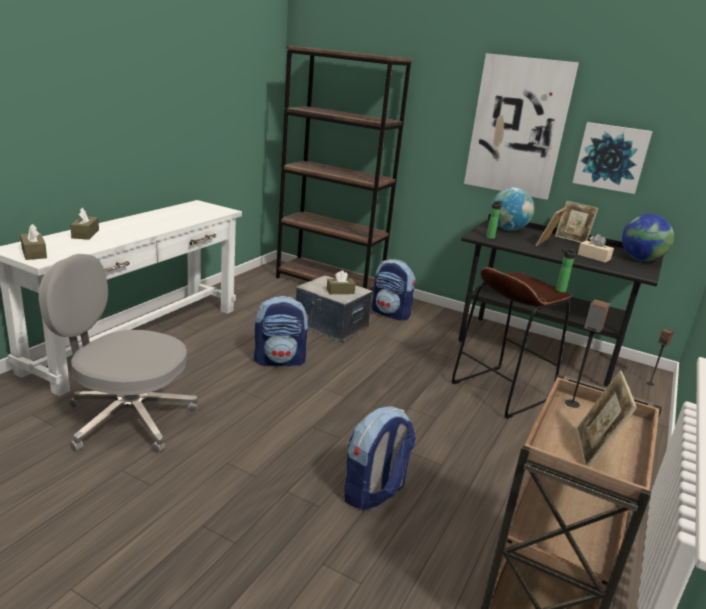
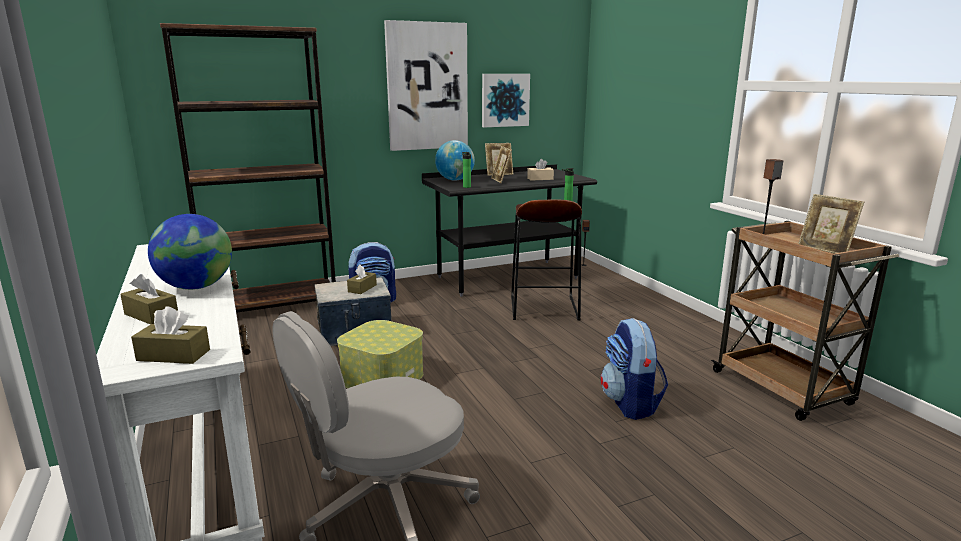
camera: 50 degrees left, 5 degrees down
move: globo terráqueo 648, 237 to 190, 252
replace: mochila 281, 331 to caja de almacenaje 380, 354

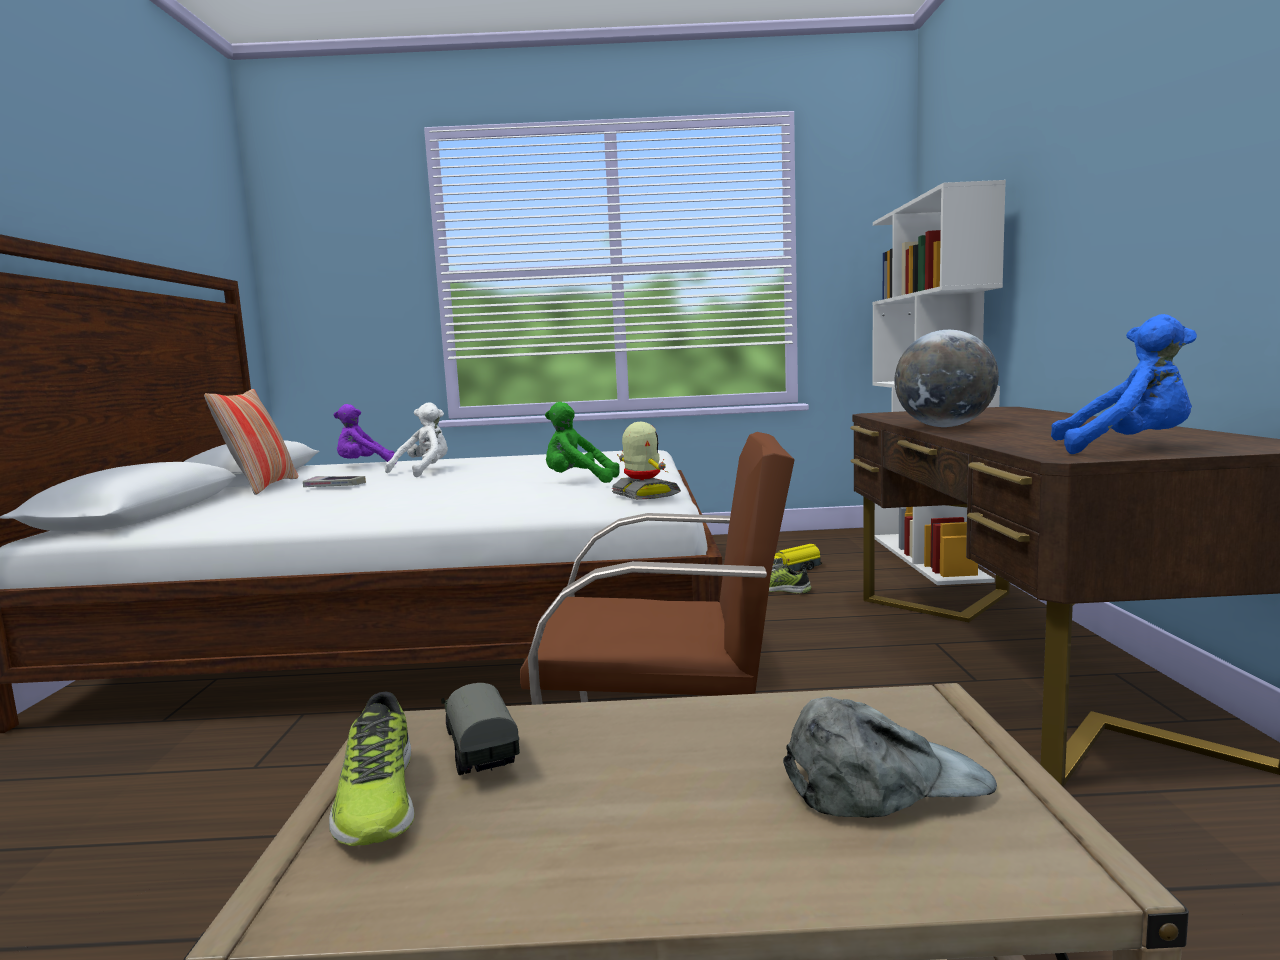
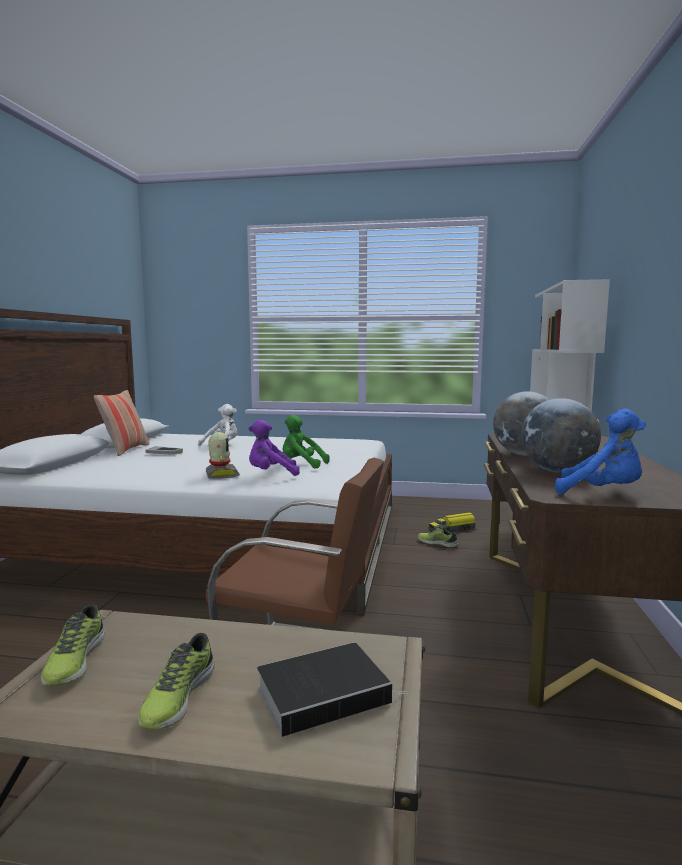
camera: 10 degrees right, 0 degrees up
delete: camión de juguete 480, 729
insert: zapato 176, 681; globo terráqueo 561, 435
move: peluche [morado] 365, 434 to 274, 448; robot de juguete 646, 461 to 223, 455
replace: gorra [gris] 890, 757 to libro 332, 690

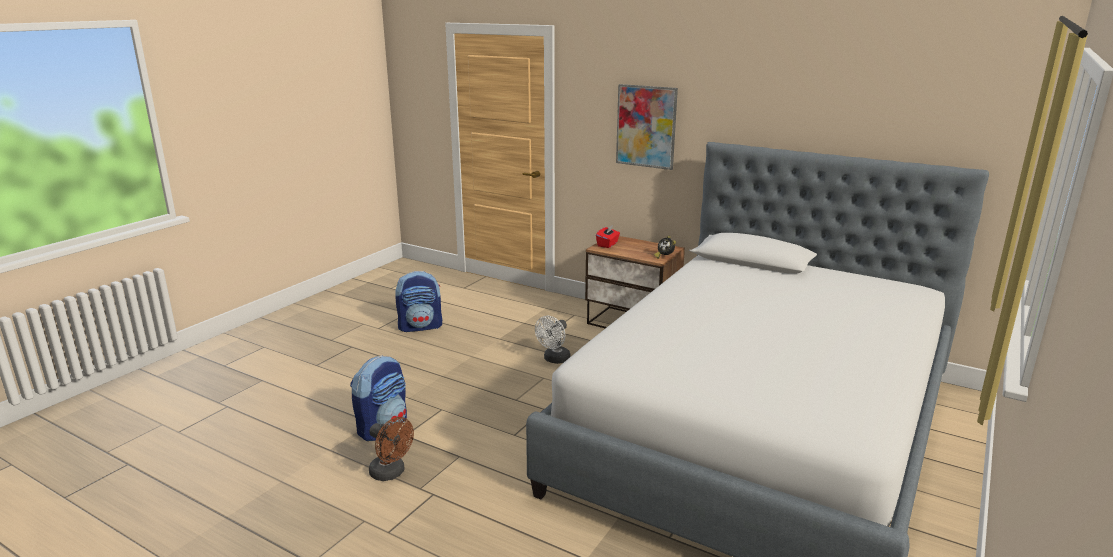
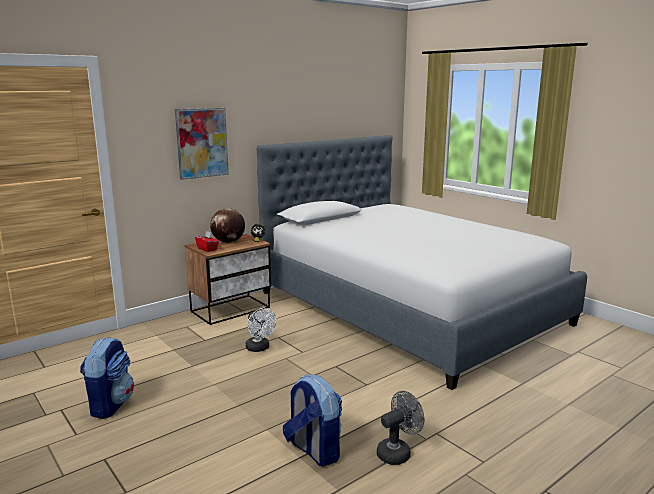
camera: 70 degrees left, 5 degrees down
insert: globo terráqueo 227, 225
recolor: ventilador [marrón] 391, 449 to ventilador [gris] 400, 428

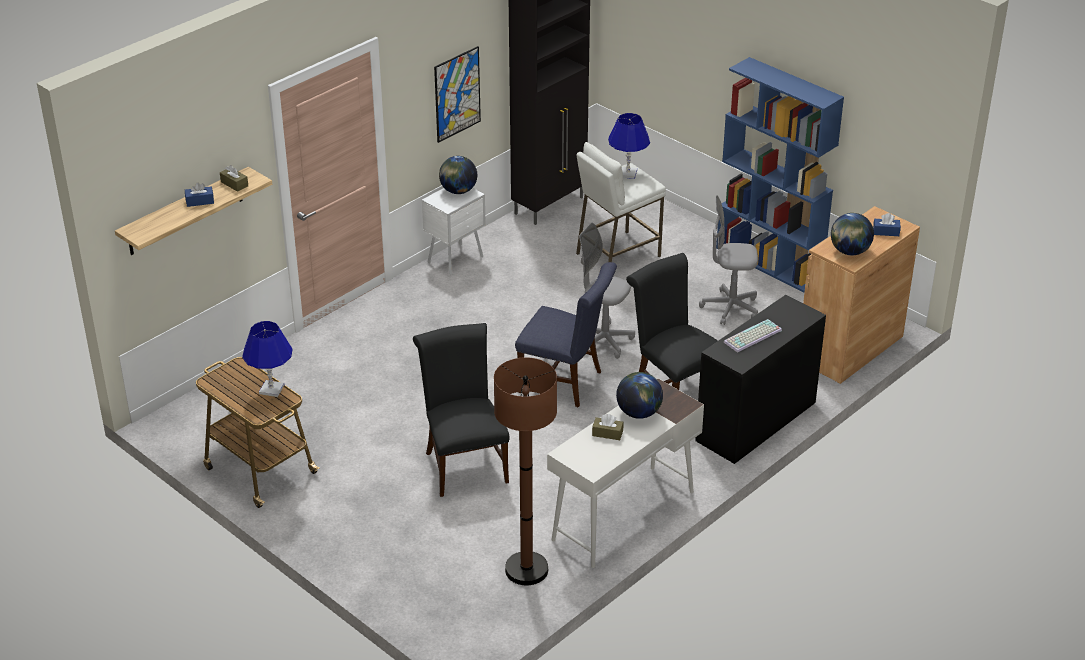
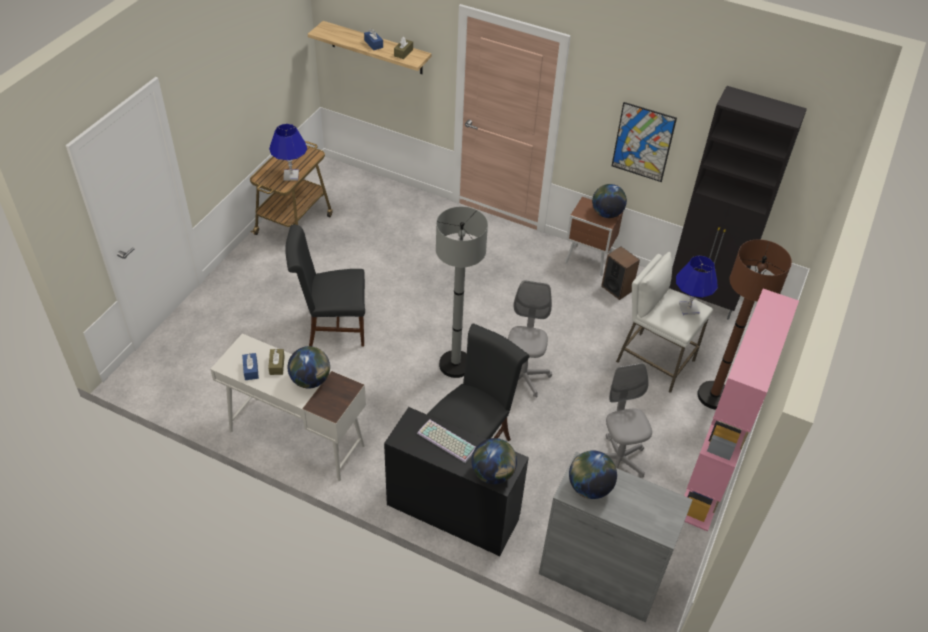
camera: 70 degrees right, 10 degrees up
insert: globo terráqueo 494, 461; altavoz 620, 273
move: lámpara de pie [marrón] 525, 471 to 744, 324; caja de pañuelos [azul] 887, 224 to 250, 366
replace: silla [azul] 566, 334 to lámpara de pie [gris] 462, 292
recolor: mesita de noche [blanco] 454, 231 to mesita de noche [marrón] 594, 236; estantería [azul] 780, 175 to estantería [rosa] 741, 410; armario [marrón] 861, 295 to armario [gris] 616, 537
rotate: silla [negro] 461, 410 = 325, 285 150 degrees counterclockwise

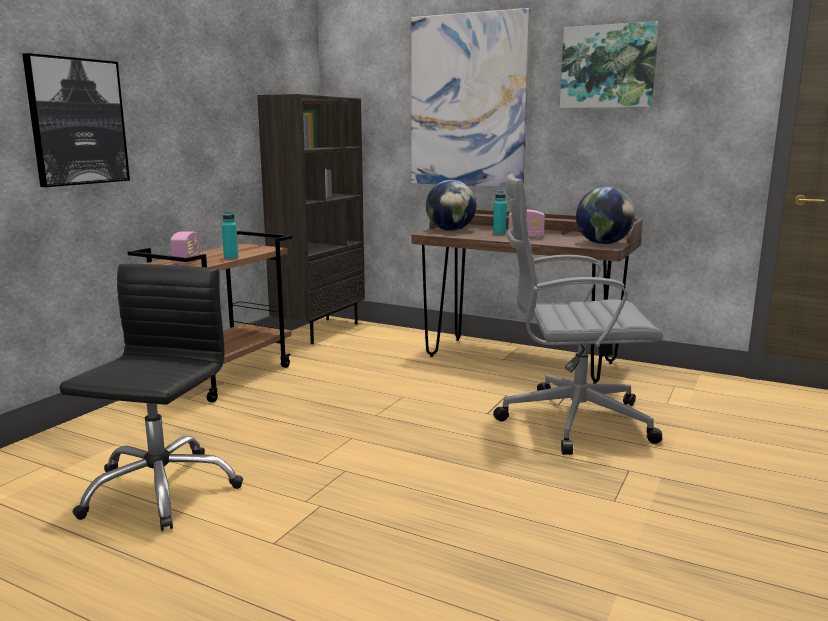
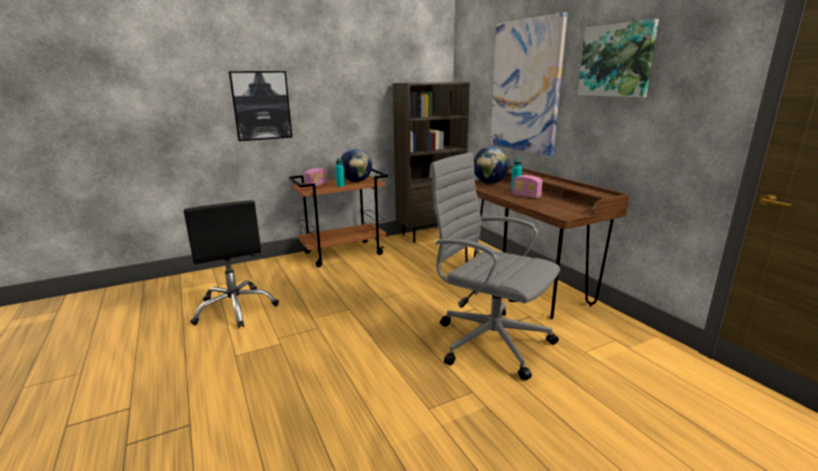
camera: 35 degrees right, 5 degrees up
move: globo terráqueo 605, 215 to 356, 165
rotate: silla de oficina [negro] 151, 397 = 231, 264 105 degrees clockwise

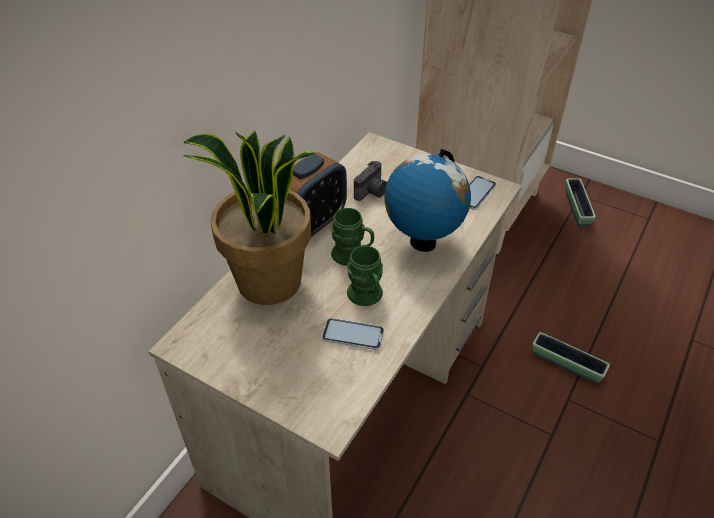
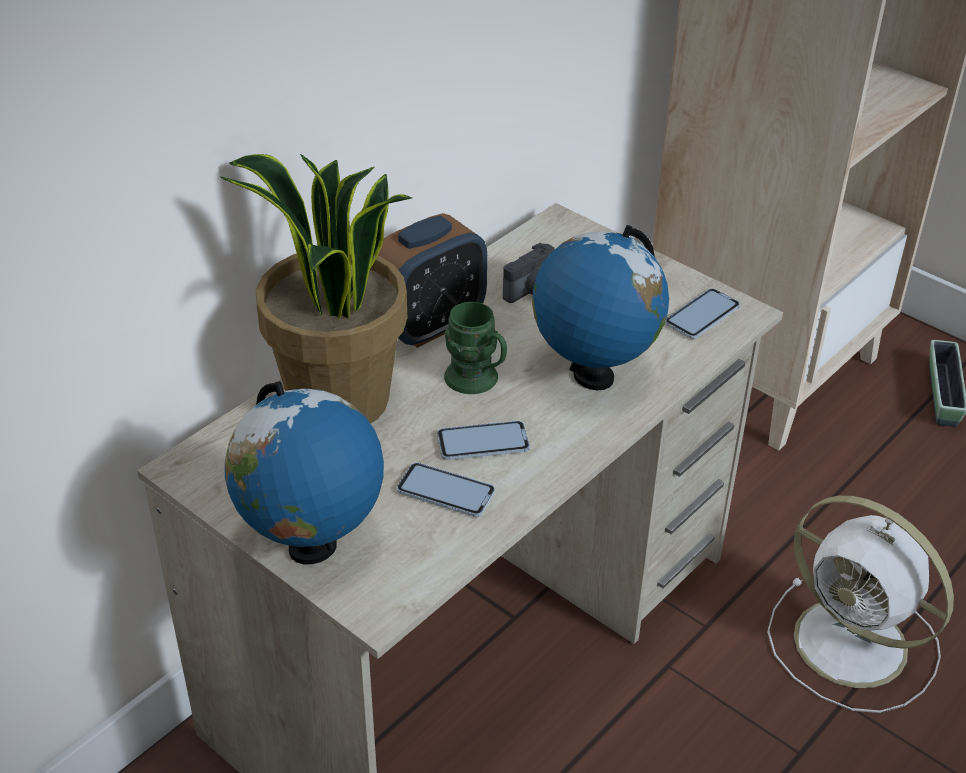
camera: 10 degrees right, 5 degrees down
insert: globo terráqueo 304, 472
replace: taza grande [verde] 365, 276 to móvil 483, 440; maceta 571, 358 to ventilador [blanco] 860, 604

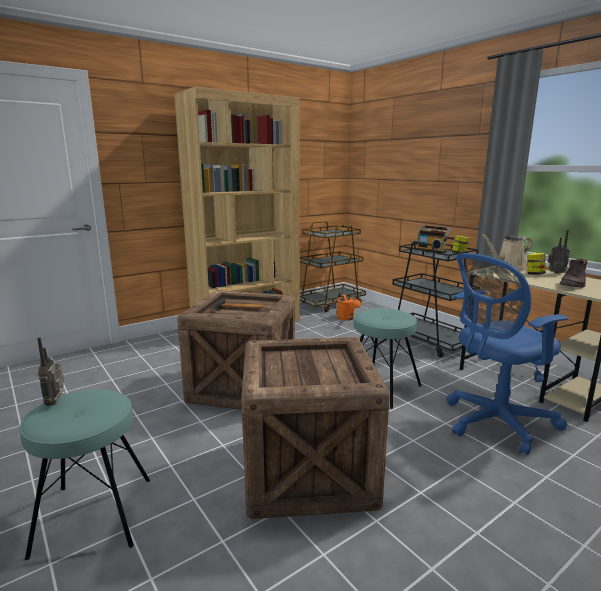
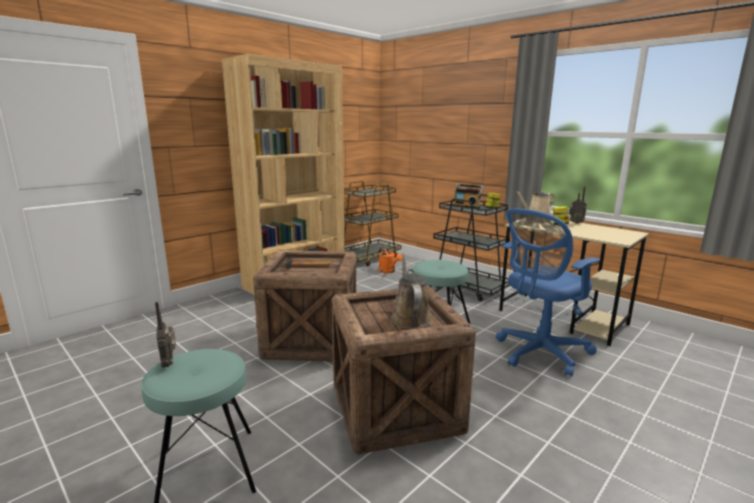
camera: 10 degrees left, 0 degrees up
delete: bota [marrón] 573, 273
insert: regadera [marrón] 410, 291

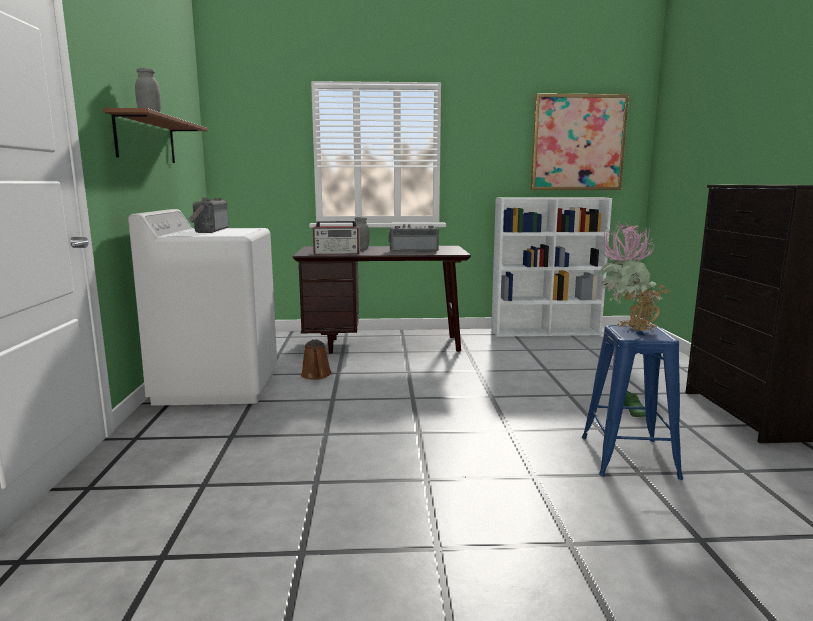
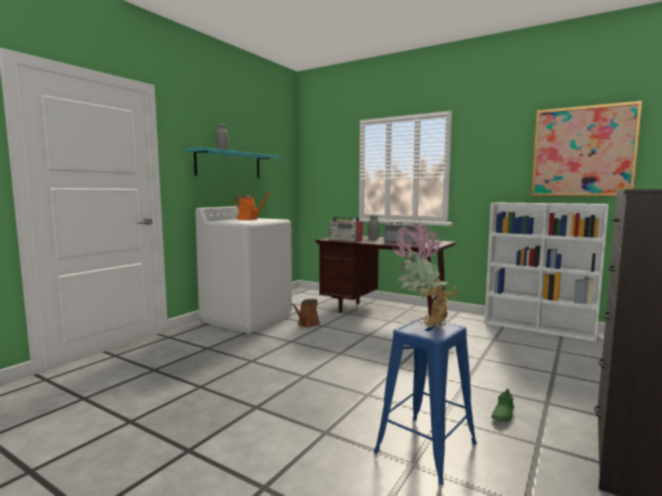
camera: 35 degrees right, 5 degrees down
replace: radio 208, 215 to regadera [naranja] 252, 206
recolor: estante [marrón] 155, 135 to estante [turquesa] 232, 162

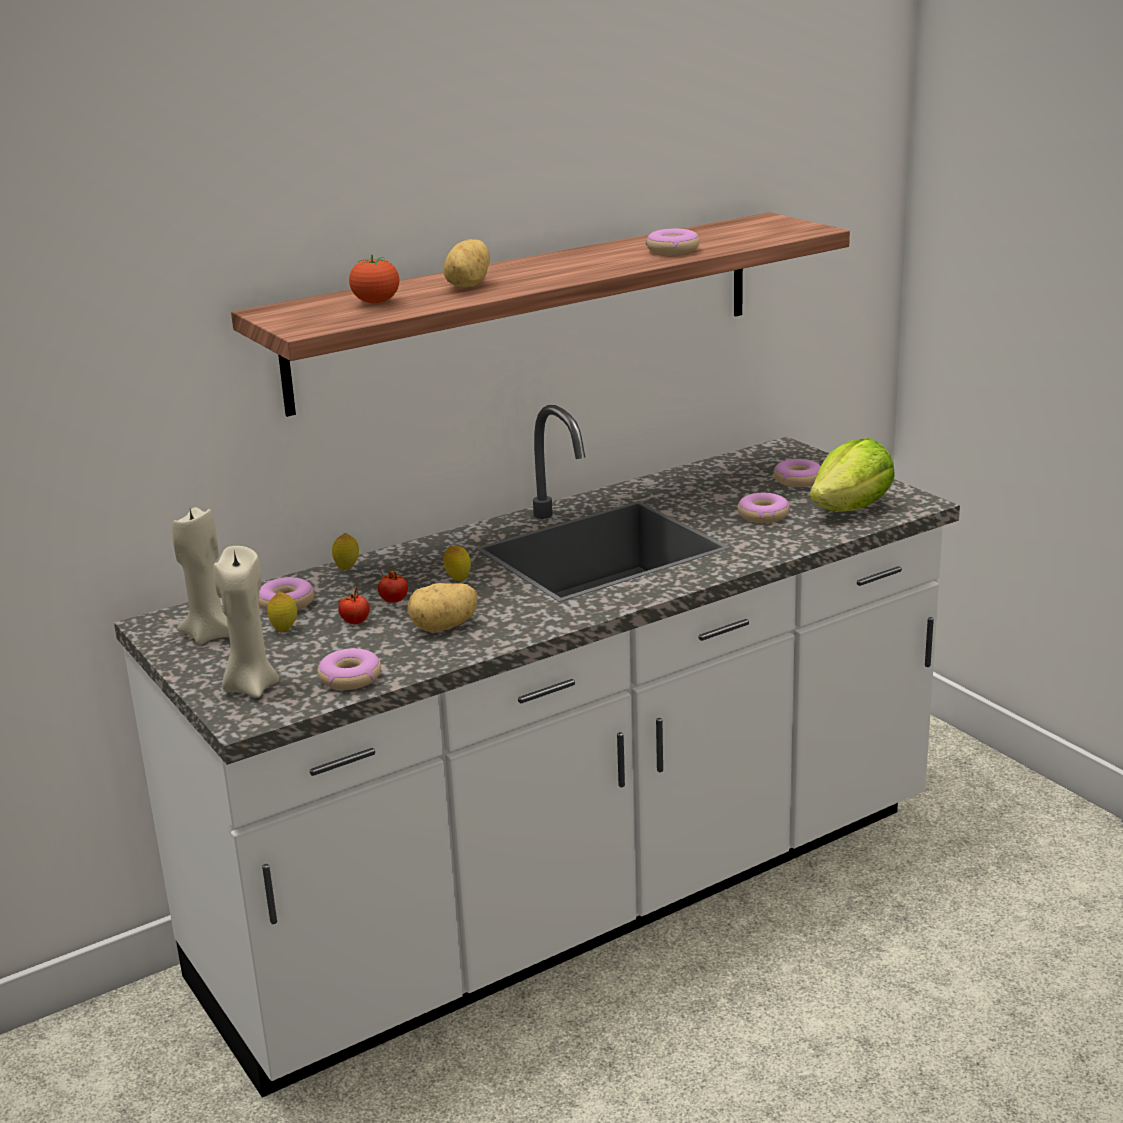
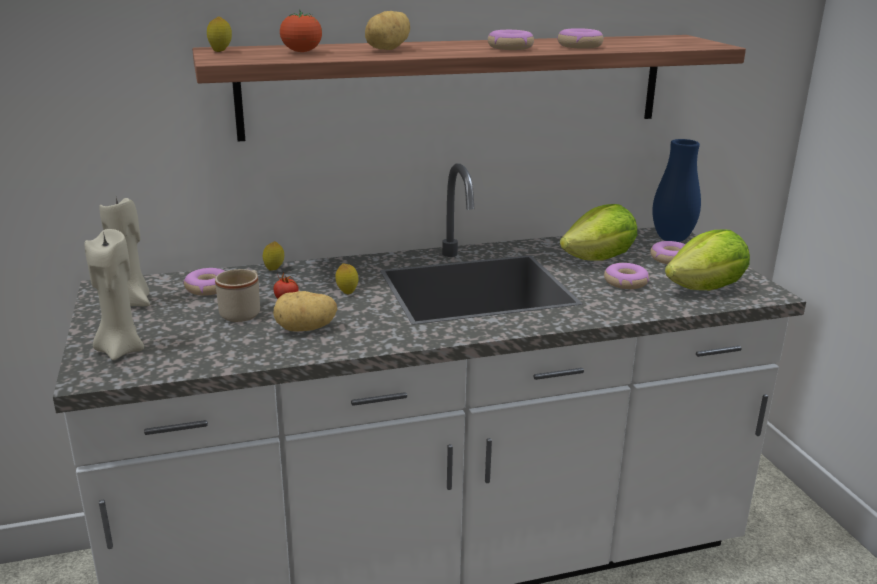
camera: 15 degrees right, 0 degrees up
insert: lechuga 598, 232; florero [azul] 676, 190
move: limón 282, 612 to 219, 34; rosquilla 349, 669 to 511, 40
replace: tomate 354, 605 to taza grande [beis] 237, 295

